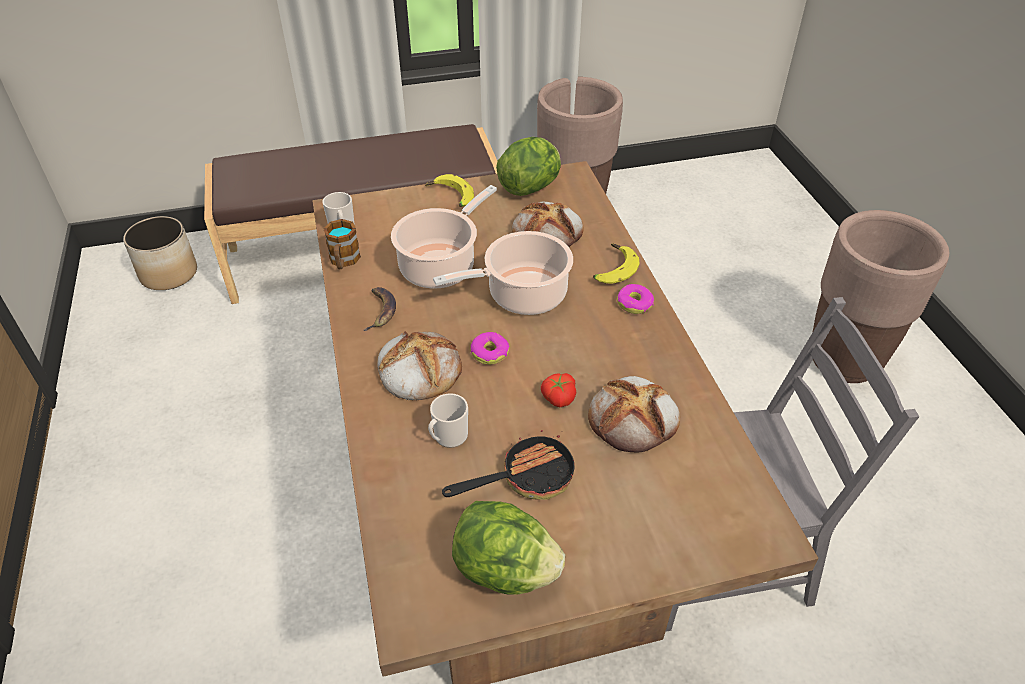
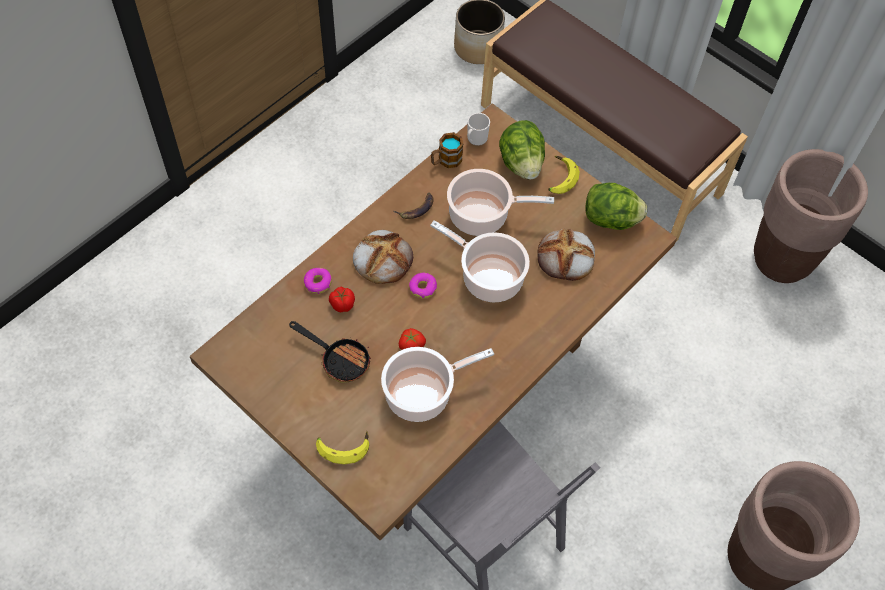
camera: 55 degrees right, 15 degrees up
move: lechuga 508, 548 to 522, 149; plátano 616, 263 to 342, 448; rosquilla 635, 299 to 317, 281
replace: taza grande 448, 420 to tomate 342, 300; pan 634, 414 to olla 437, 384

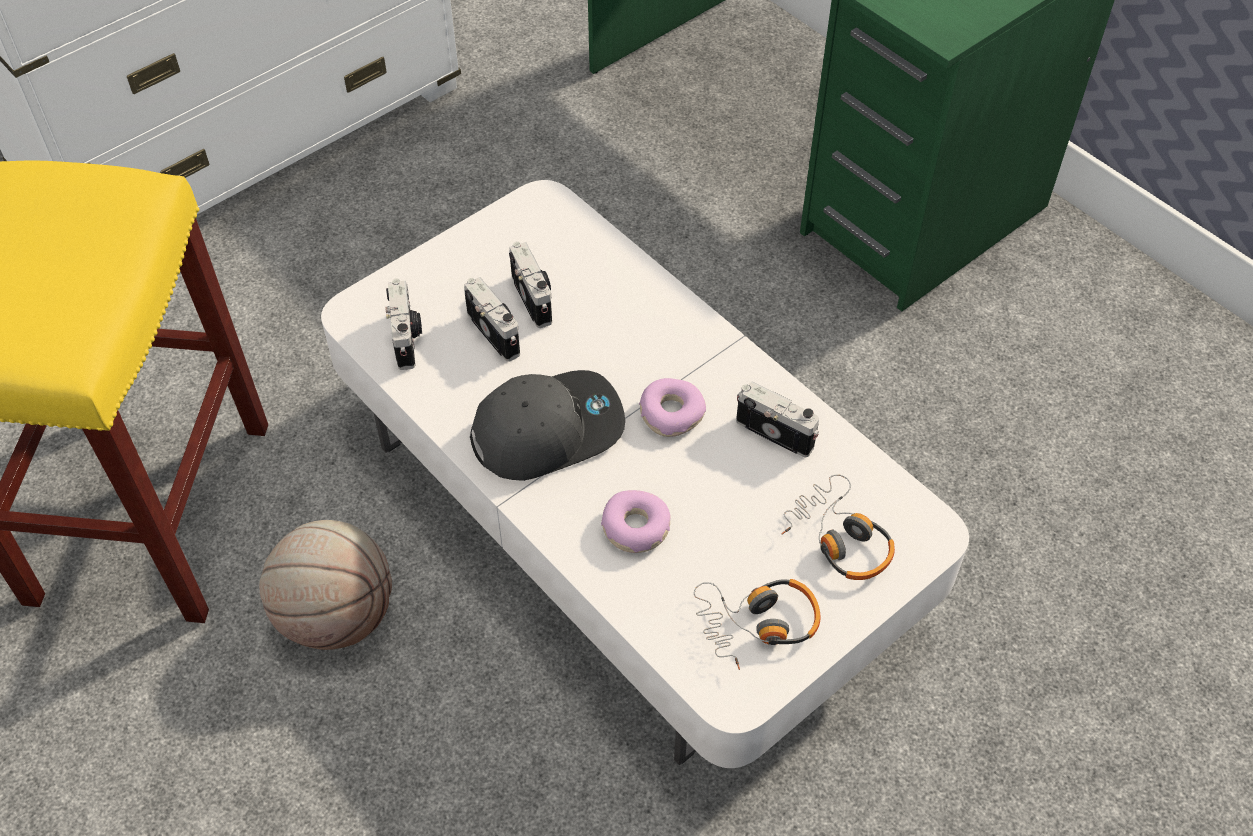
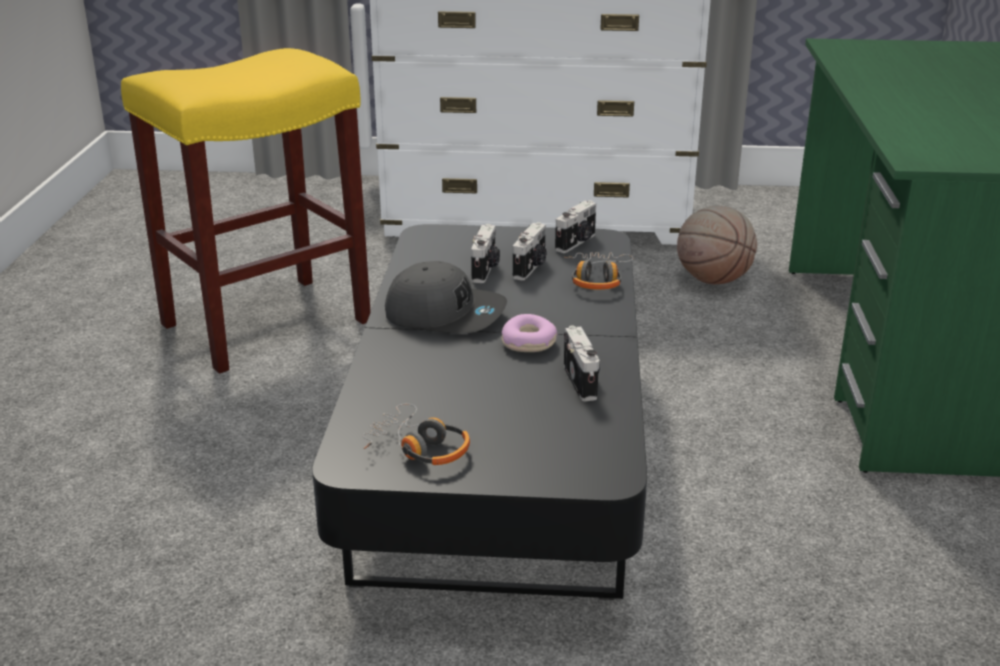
camera: 45 degrees right, 25 degrees down
delete: rosquilla 636, 521
move: balón de baloncesto 325, 585 to 717, 245; cámara 403, 324 to 575, 226; auriculares 838, 527 to 598, 271
recolor: mesa de centro [blanco] 645, 474 to mesa de centro [negro] 479, 412

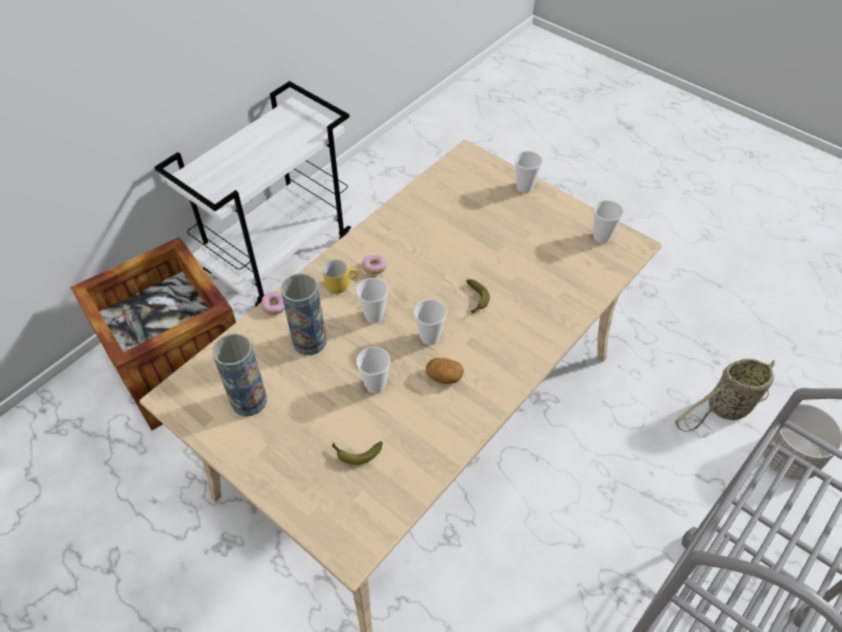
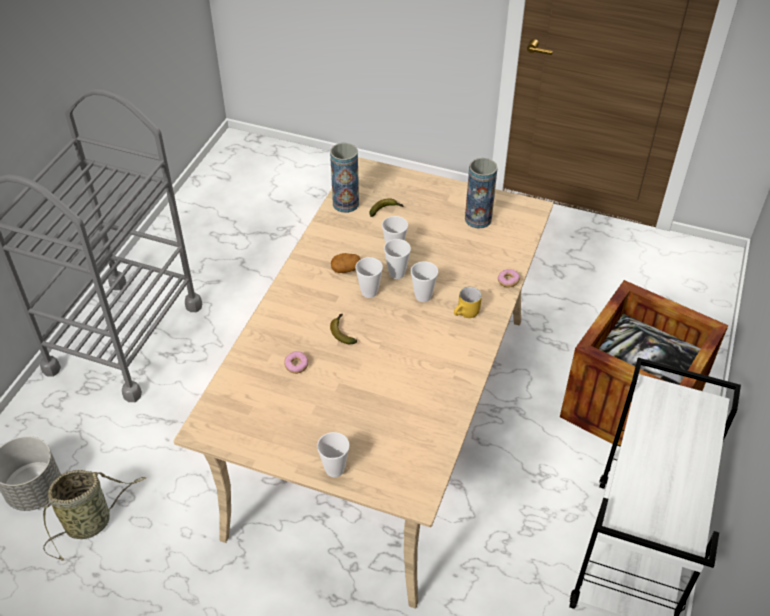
camera: 160 degrees right, 5 degrees down
move: florero 303, 314 to 344, 178; rosquilla 374, 264 to 296, 362; taza 608, 221 to 397, 259

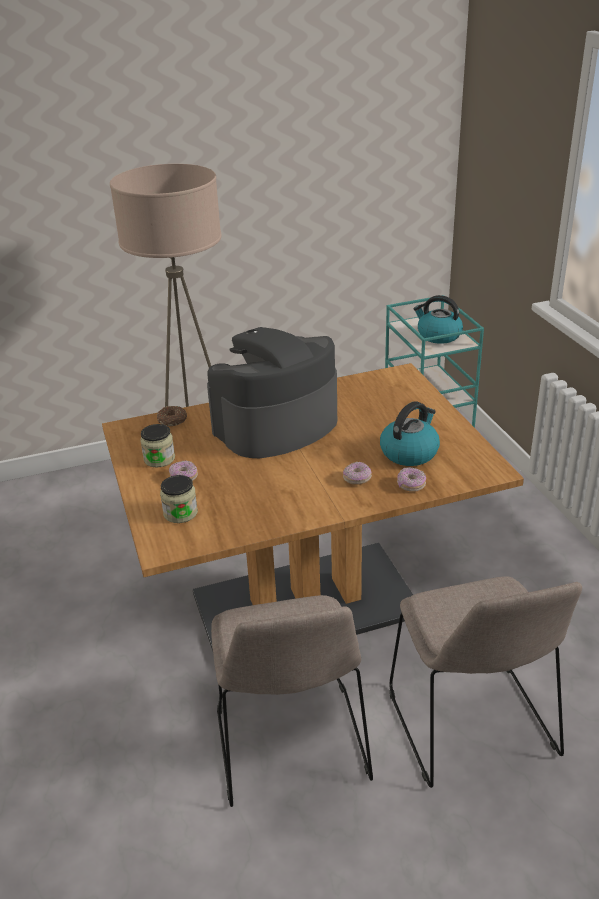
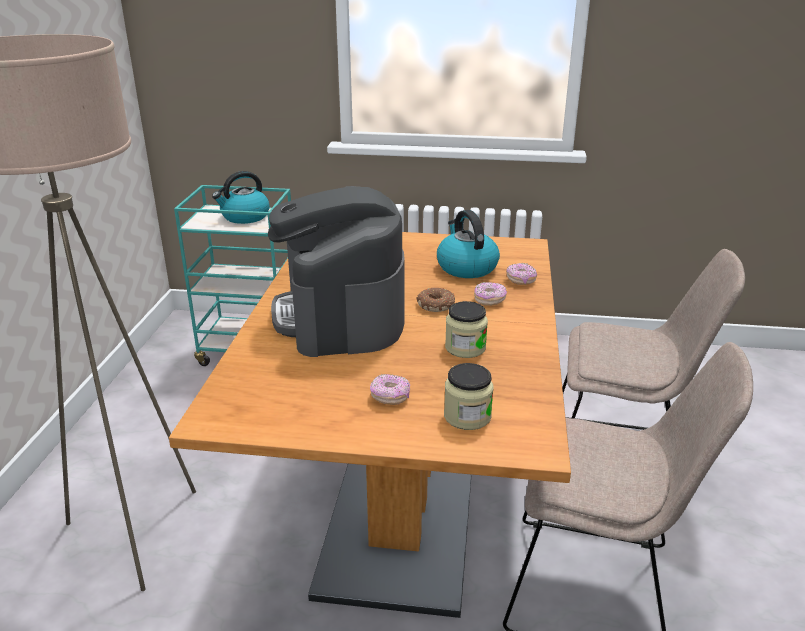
camera: 65 degrees left, 5 degrees down
move: tarro 157, 446 to 466, 329; rosquilla 172, 416 to 436, 300

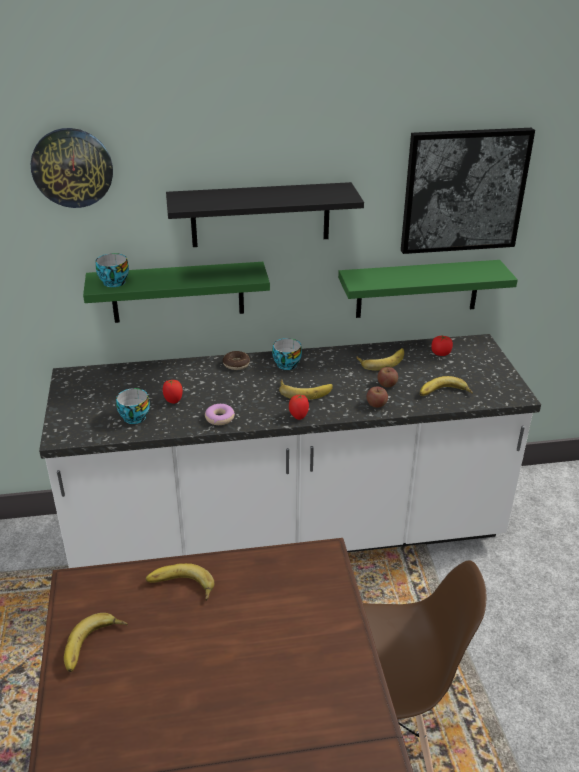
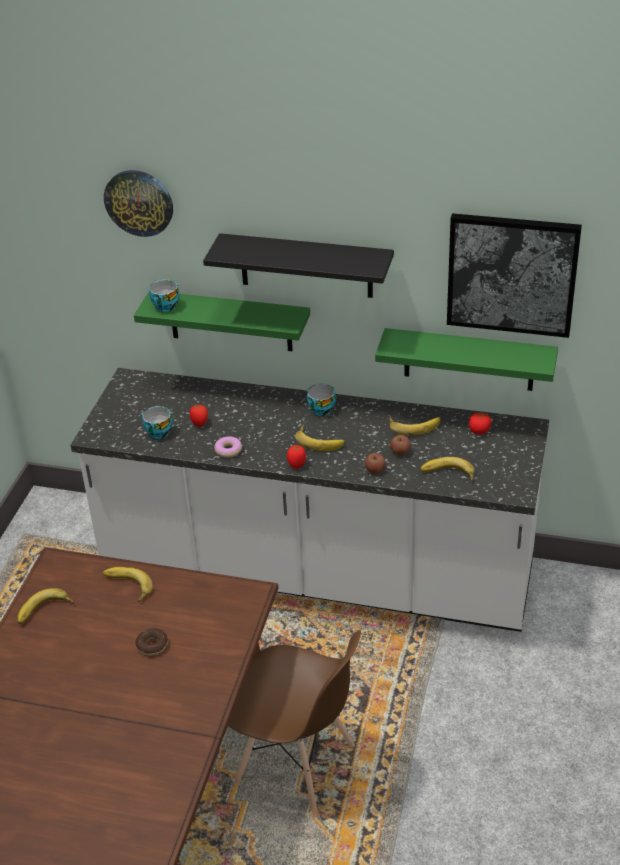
camera: 25 degrees right, 5 degrees up
move: rosquilla 236, 360 to 151, 641

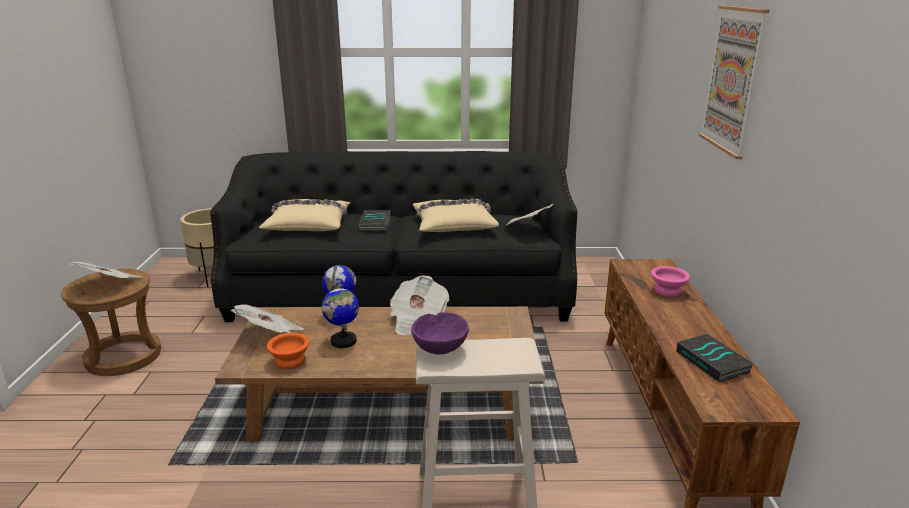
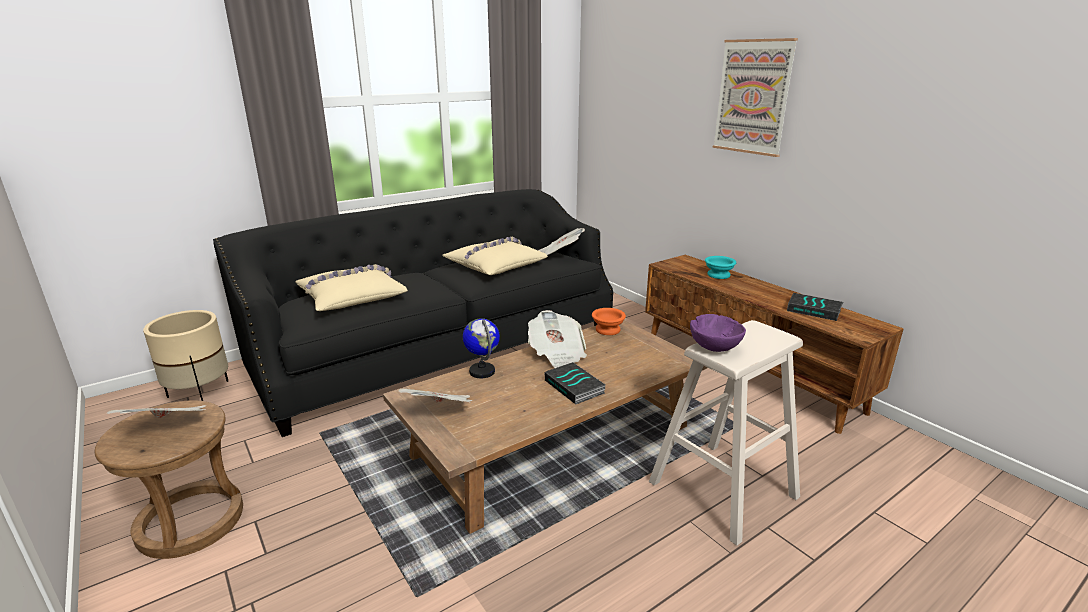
camera: 35 degrees left, 0 degrees up
delete: globo terráqueo 340, 315
move: cuenco [naranja] 288, 351 to 609, 321; libro 374, 220 to 575, 383
recolor: cuenco [rosa] 670, 281 to cuenco [turquesa] 720, 267

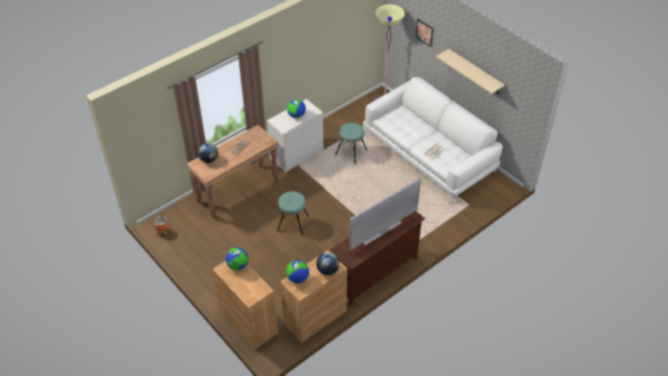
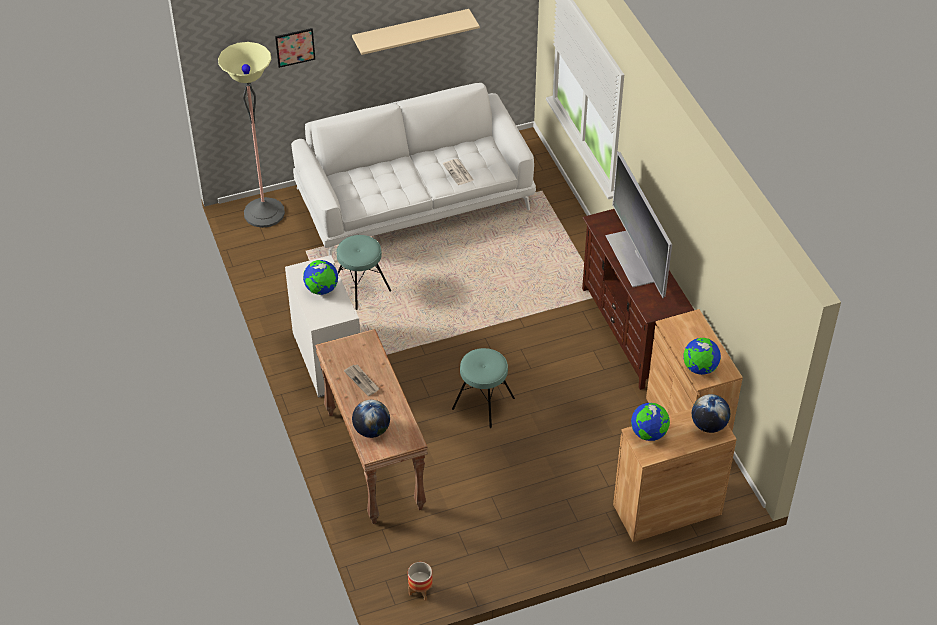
camera: 70 degrees left, 0 degrees up
move: globo terráqueo 327, 263 to 711, 413

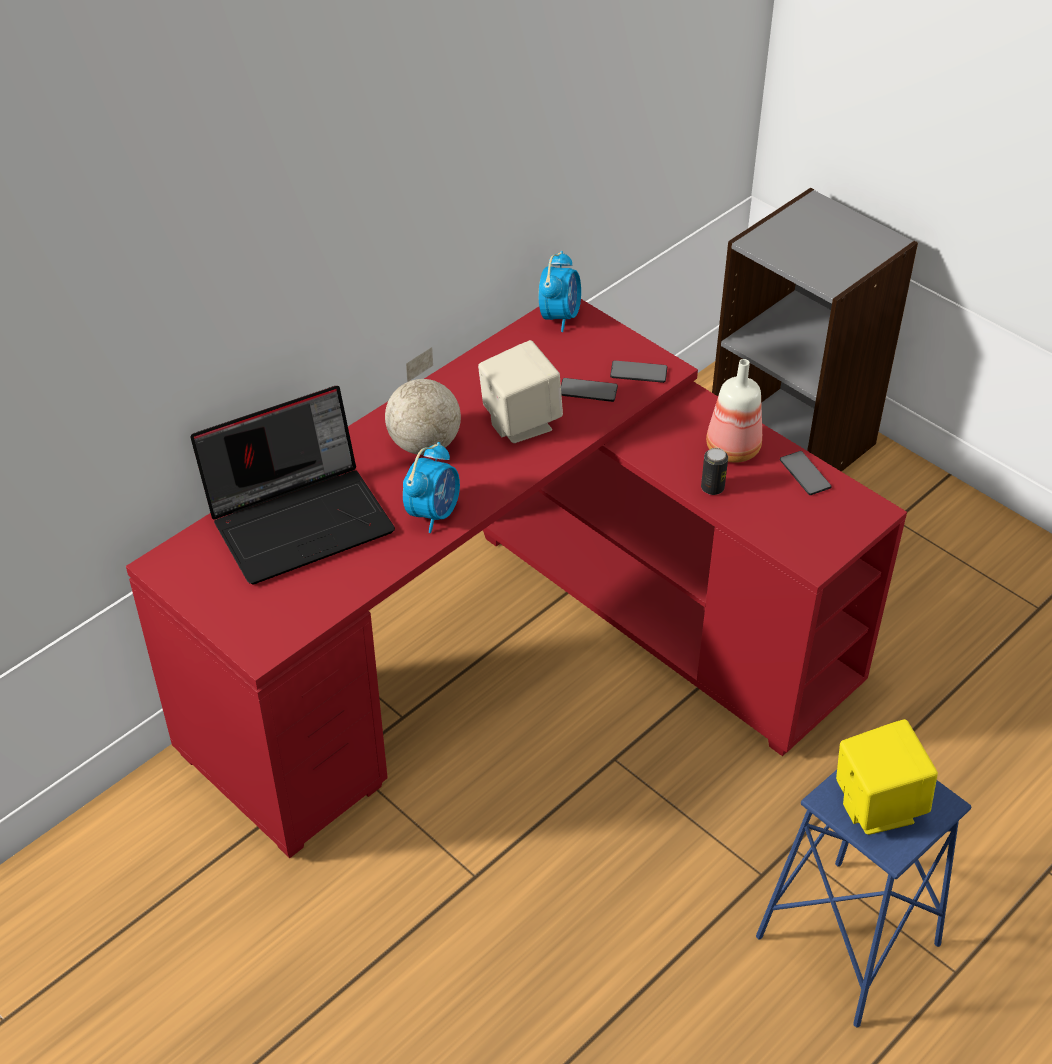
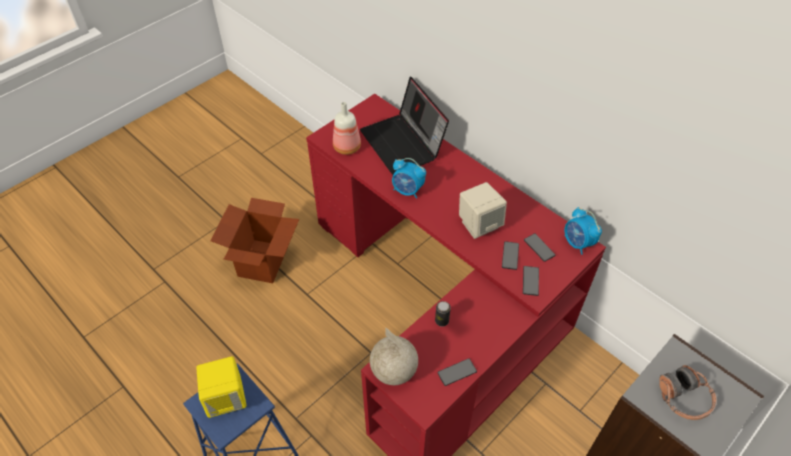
camera: 90 degrees right, 5 degrees up
insert: caja de cartón 254, 240; móvil 540, 248; auriculares 688, 392
move: globo terráqueo 423, 401 to 394, 356; botella 734, 411 to 347, 128
rotate: despertador 560, 291 = 583, 231 45 degrees clockwise

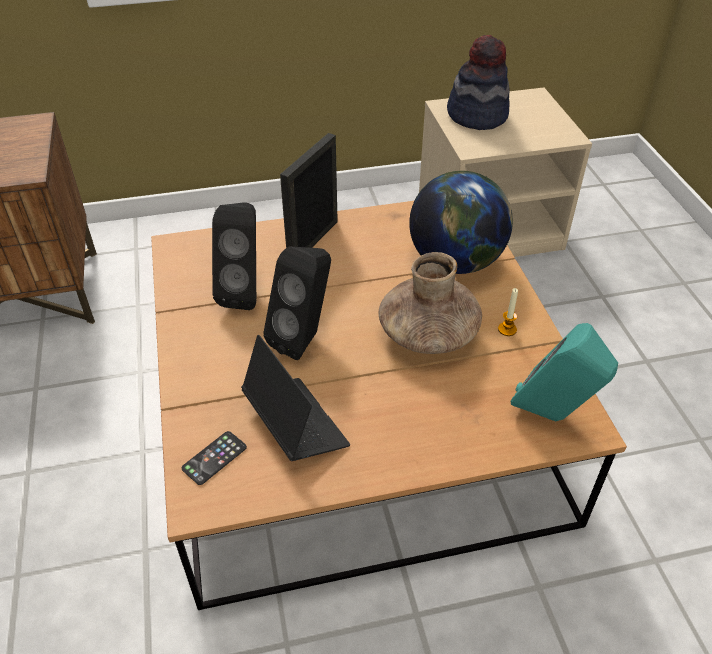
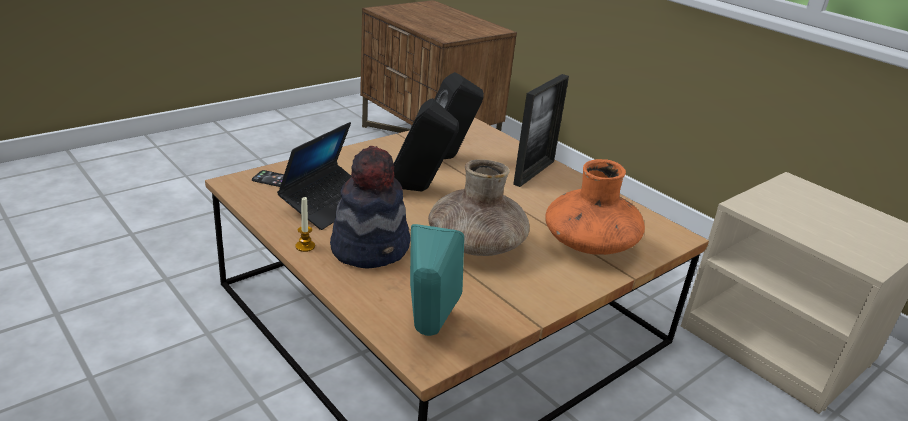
camera: 60 degrees right, 15 degrees down
move: sombrero 478, 82 to 370, 207; vela 508, 312 to 305, 224
replace: globo terráqueo 461, 222 to florero [naranja] 595, 207
rotate: portarretratos 309, 190 = 541, 130 120 degrees clockwise

